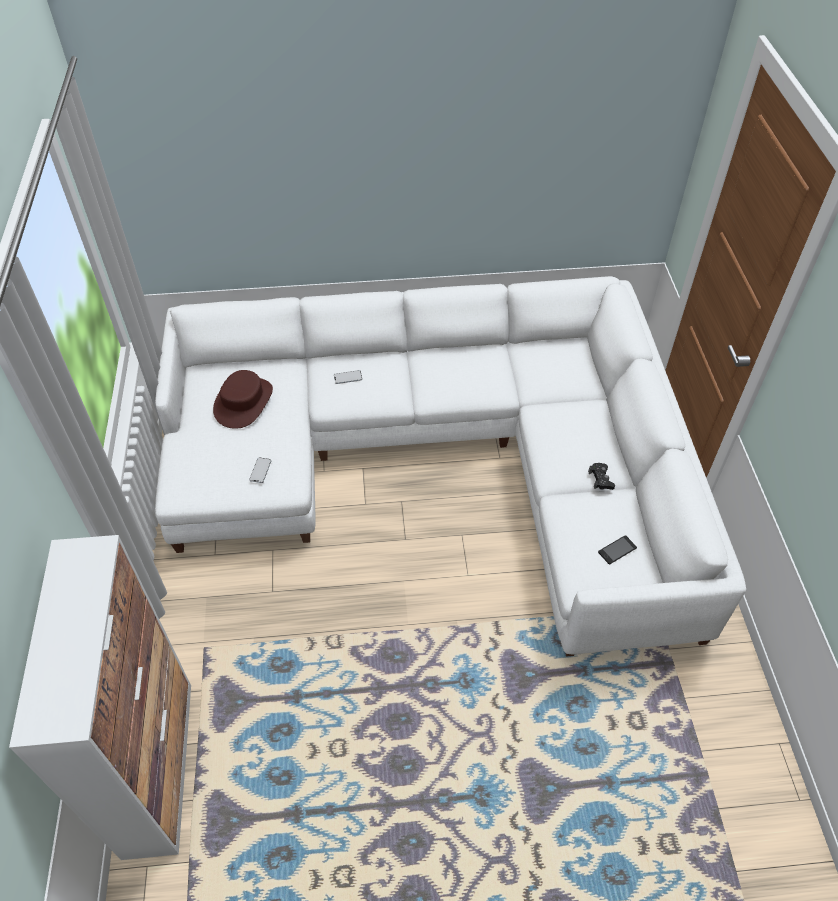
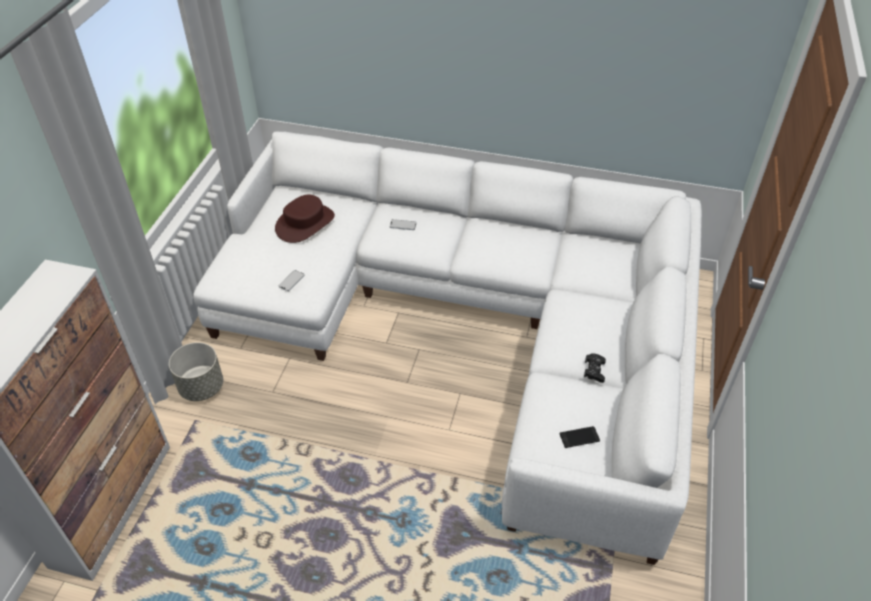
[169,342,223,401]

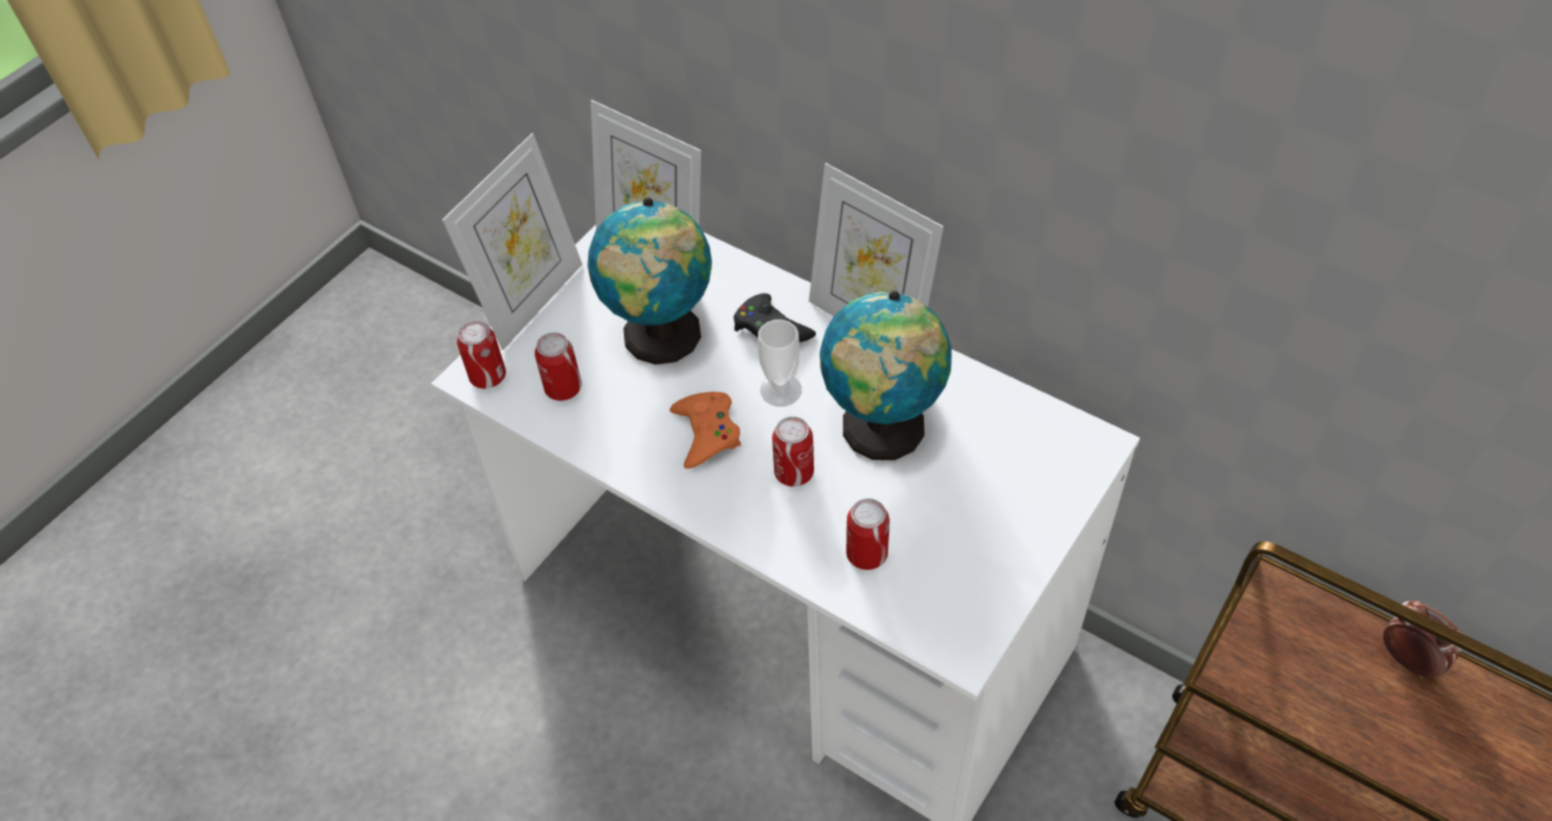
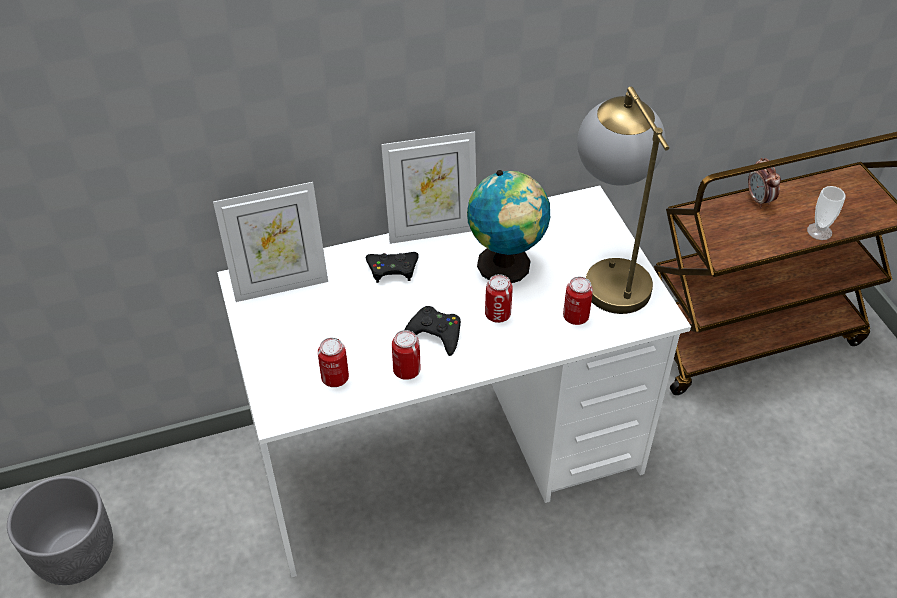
[442,133,582,350] (first image)
[588,198,712,365] (first image)
[7,476,113,585]
[577,86,669,314]
[392,330,421,380]
[807,186,845,240]
[404,306,461,356]
[748,158,781,208]

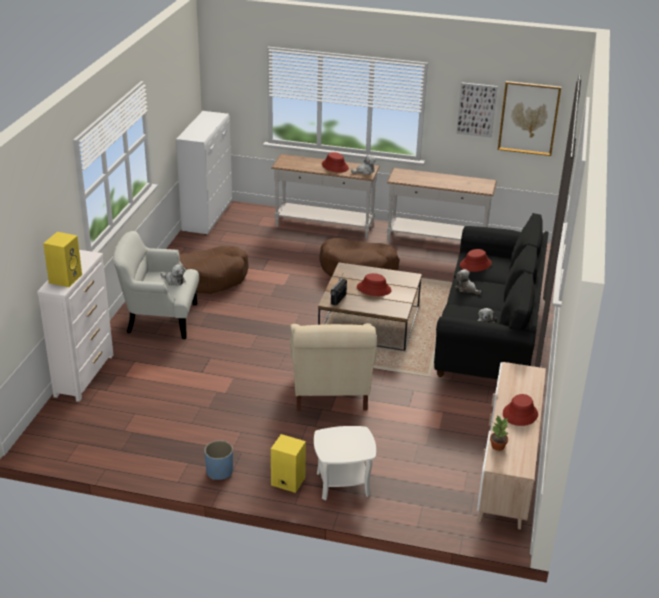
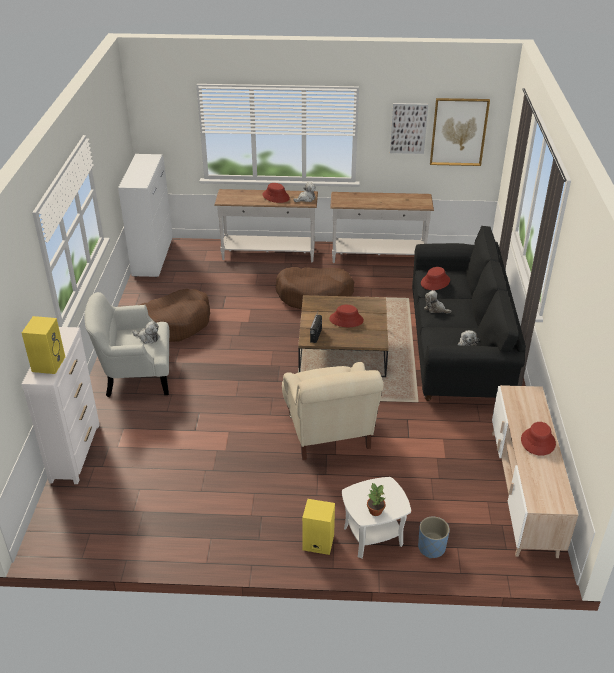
[418,517,450,559]
[367,483,386,516]

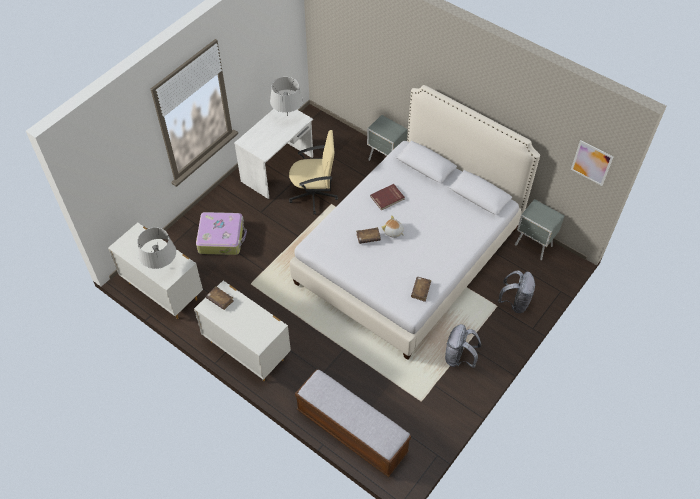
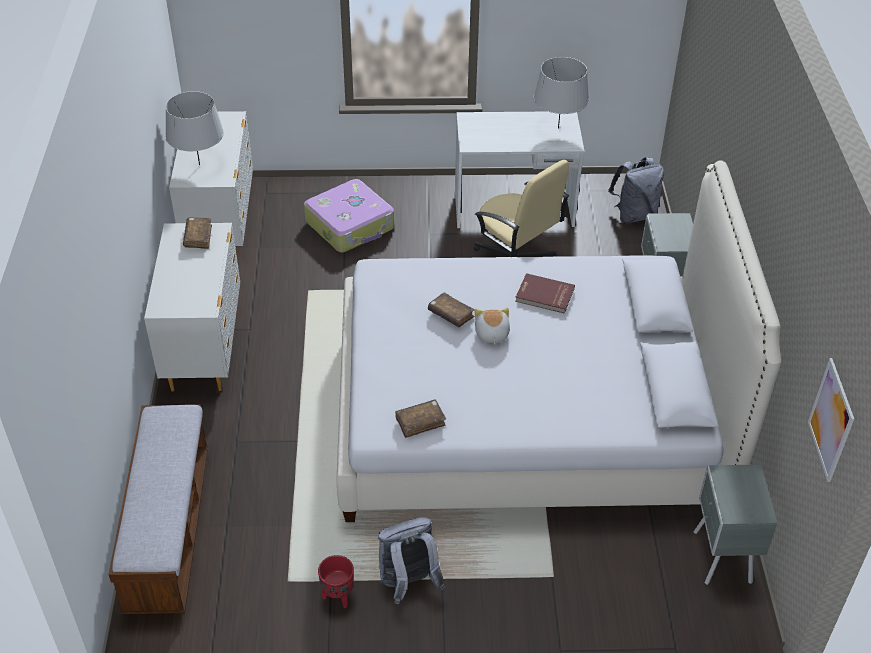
[318,555,354,608]
[608,157,664,223]

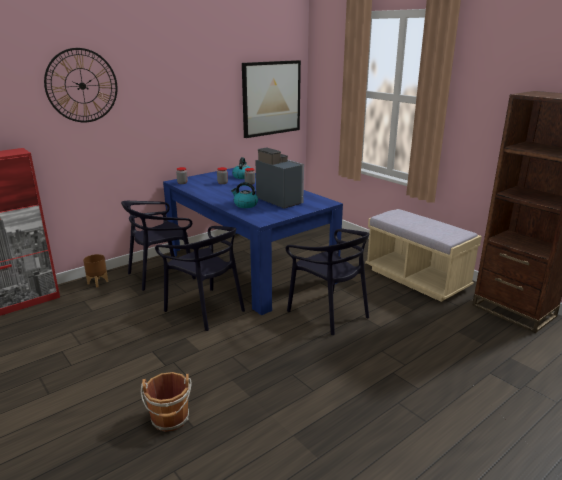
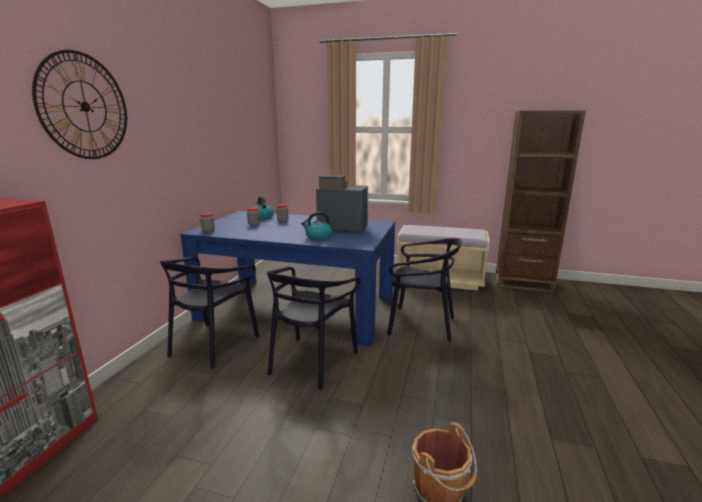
[83,254,108,287] (first image)
[242,60,301,138] (first image)
[267,267,361,390]

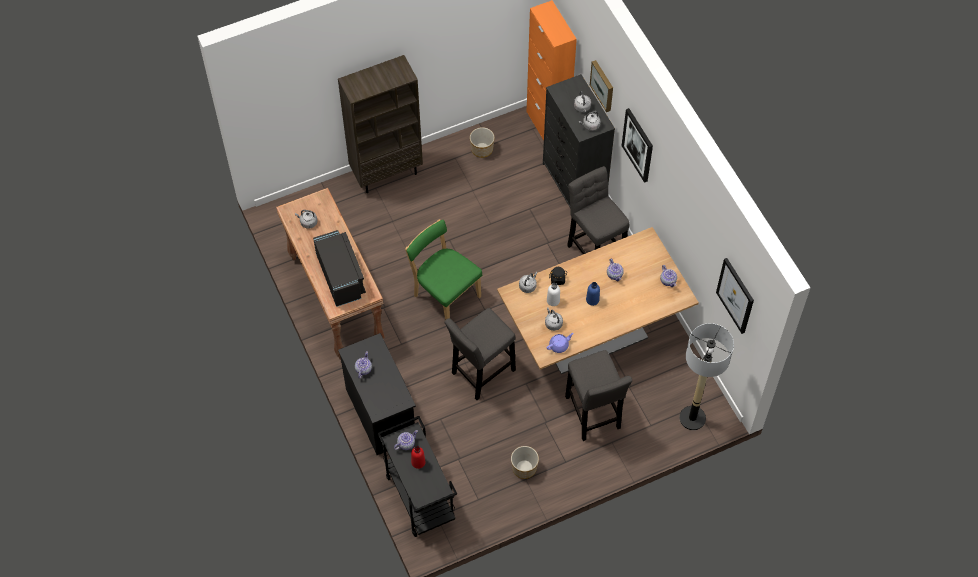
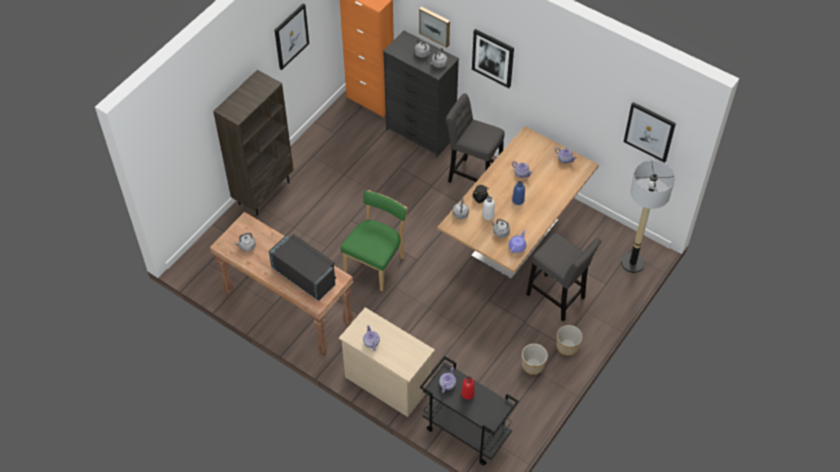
[444,308,516,400] (first image)
[275,3,309,70]
[556,325,583,356]
[339,307,435,417]
[341,190,407,291]

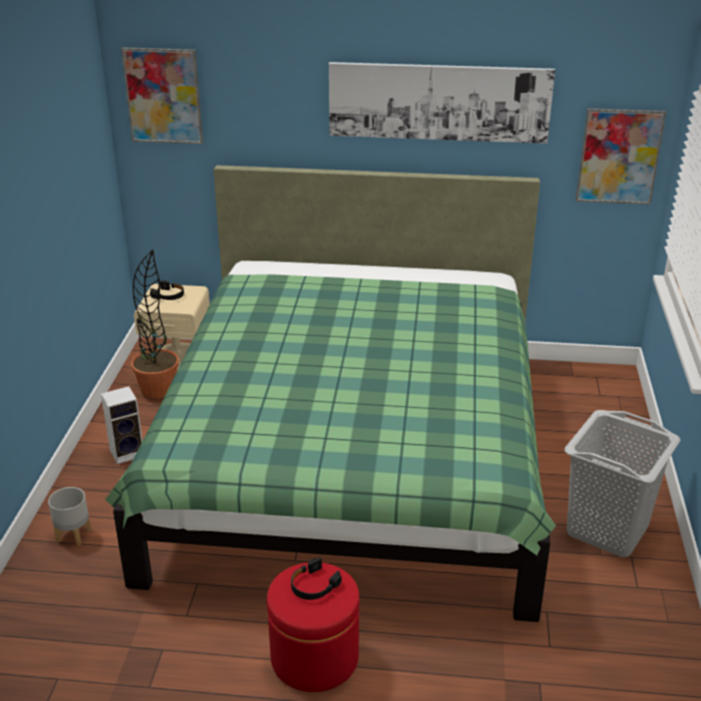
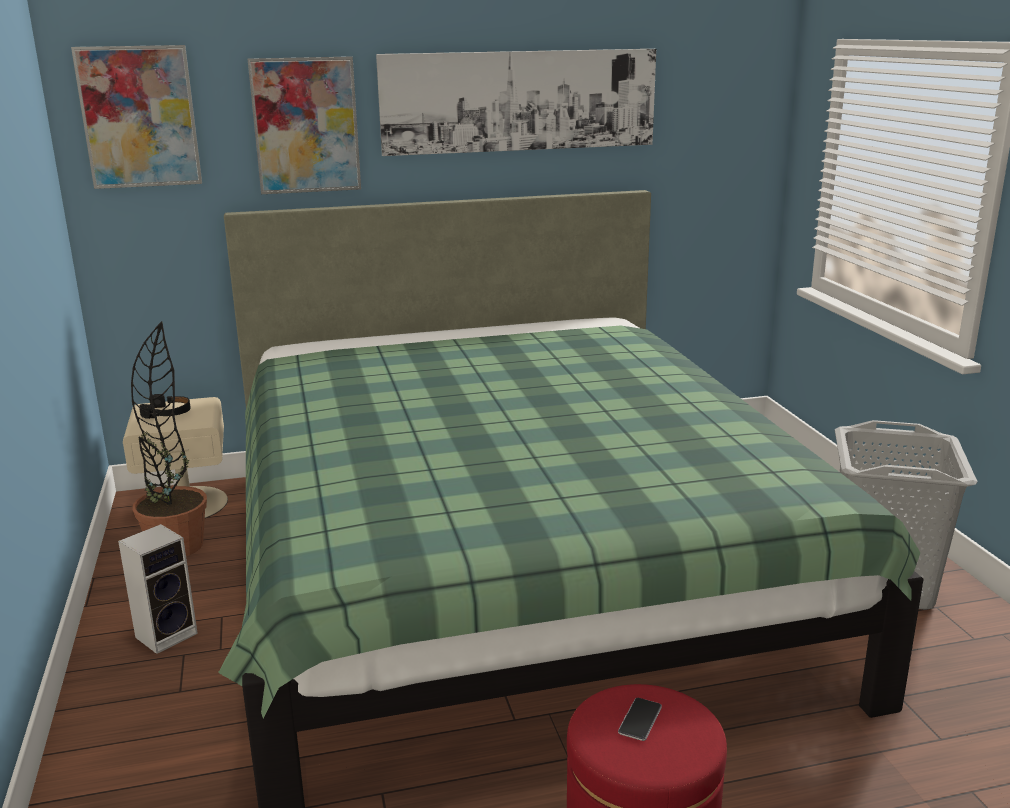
[48,487,91,546] (first image)
[248,57,361,194]
[618,698,662,741]

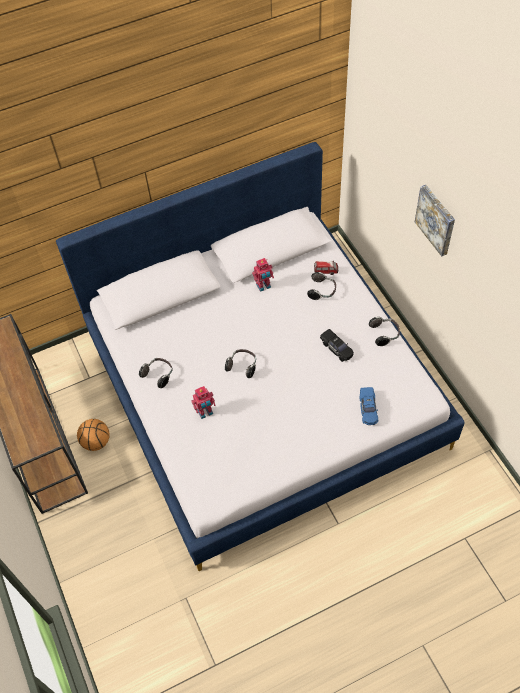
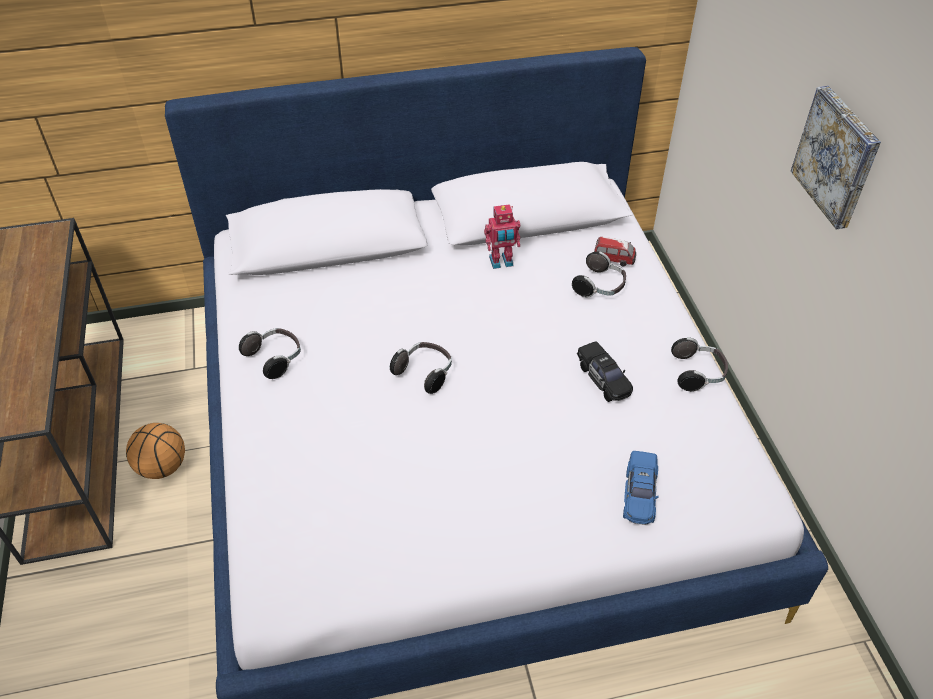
[191,386,216,419] (first image)

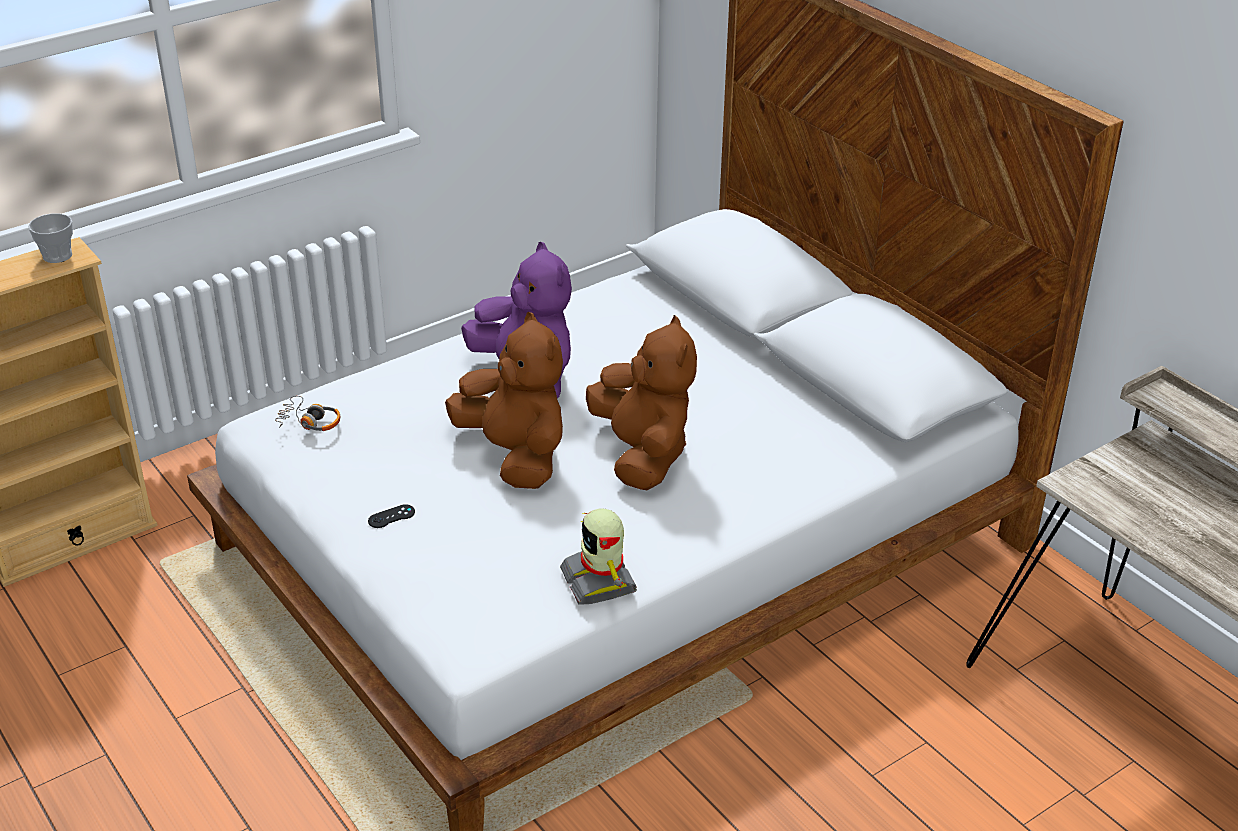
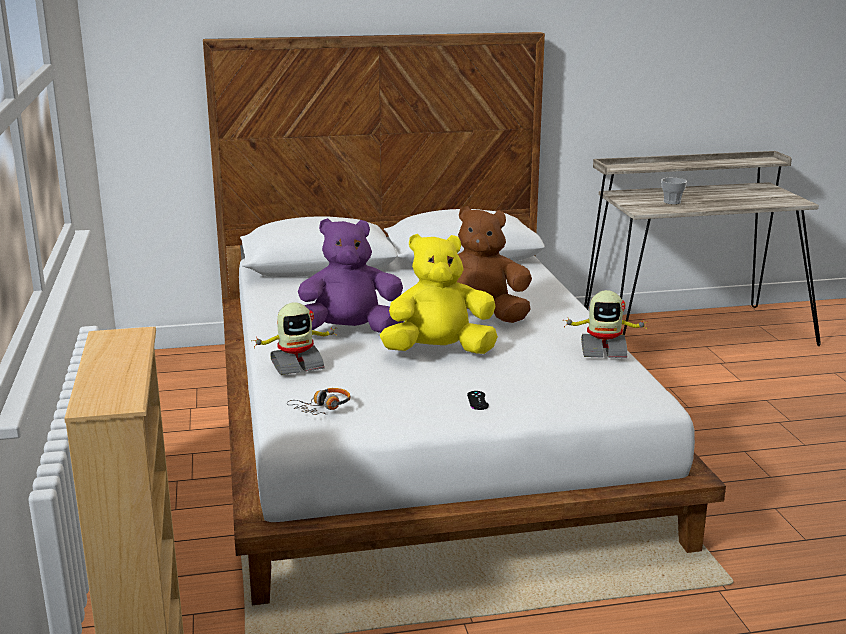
[254,303,337,375]
[661,178,687,204]
[380,234,498,354]

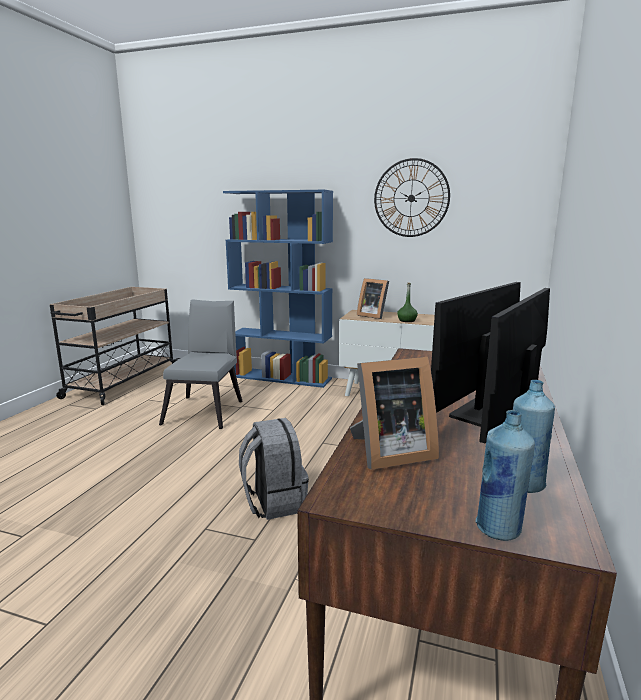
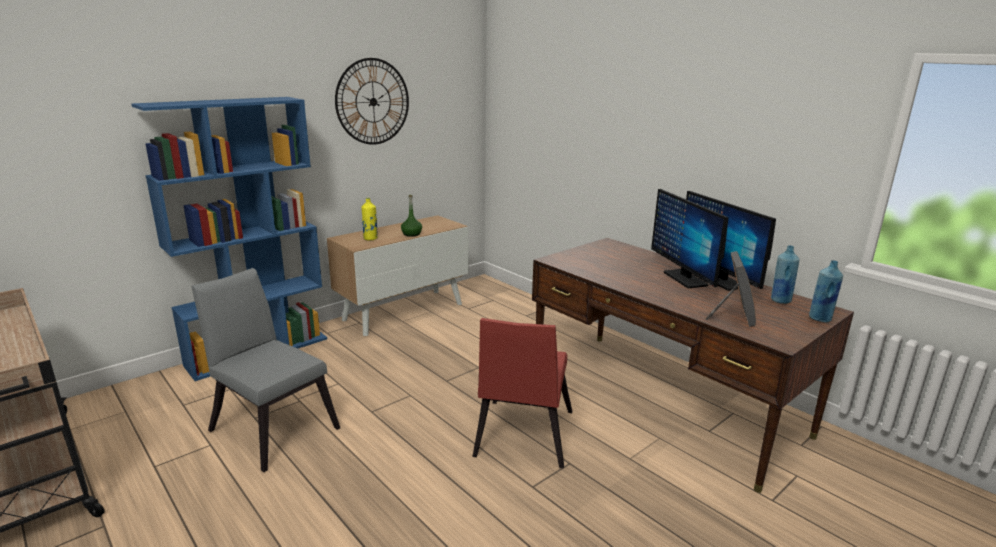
[472,318,572,468]
[361,198,378,241]

